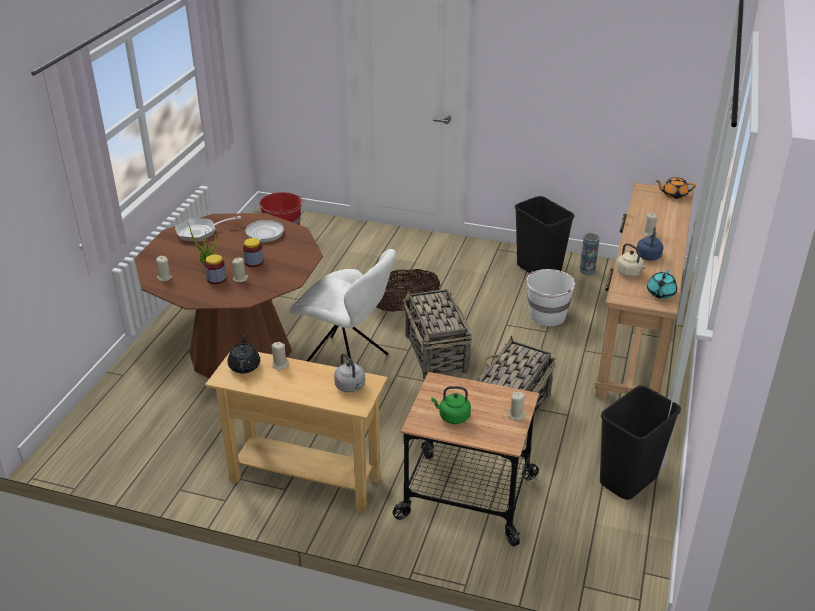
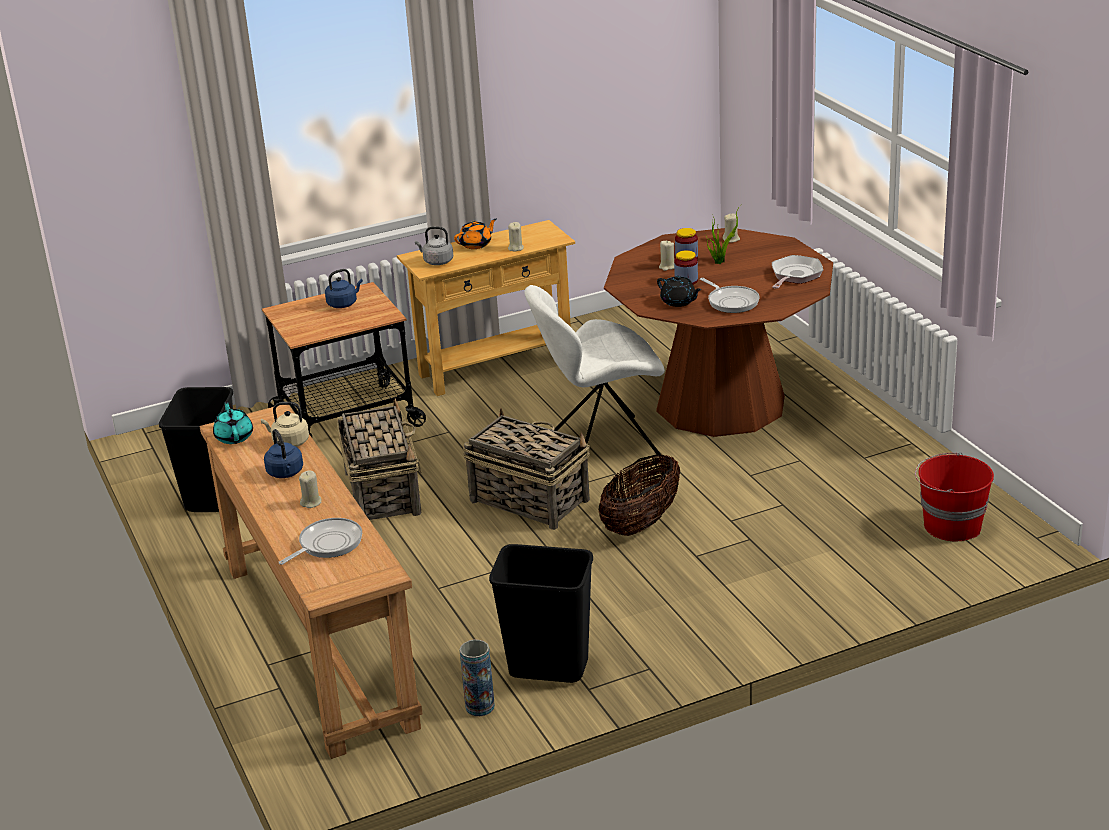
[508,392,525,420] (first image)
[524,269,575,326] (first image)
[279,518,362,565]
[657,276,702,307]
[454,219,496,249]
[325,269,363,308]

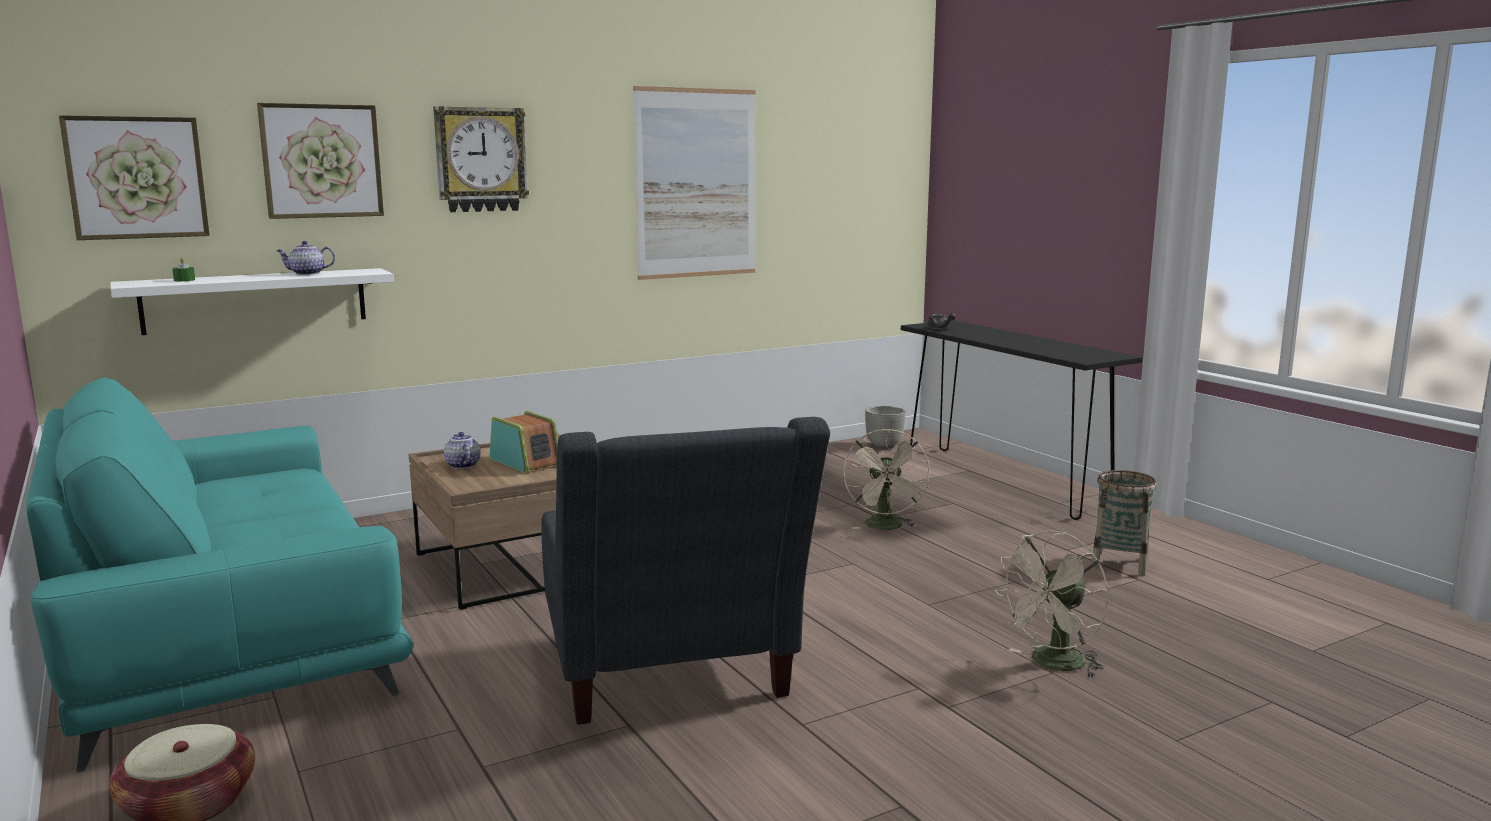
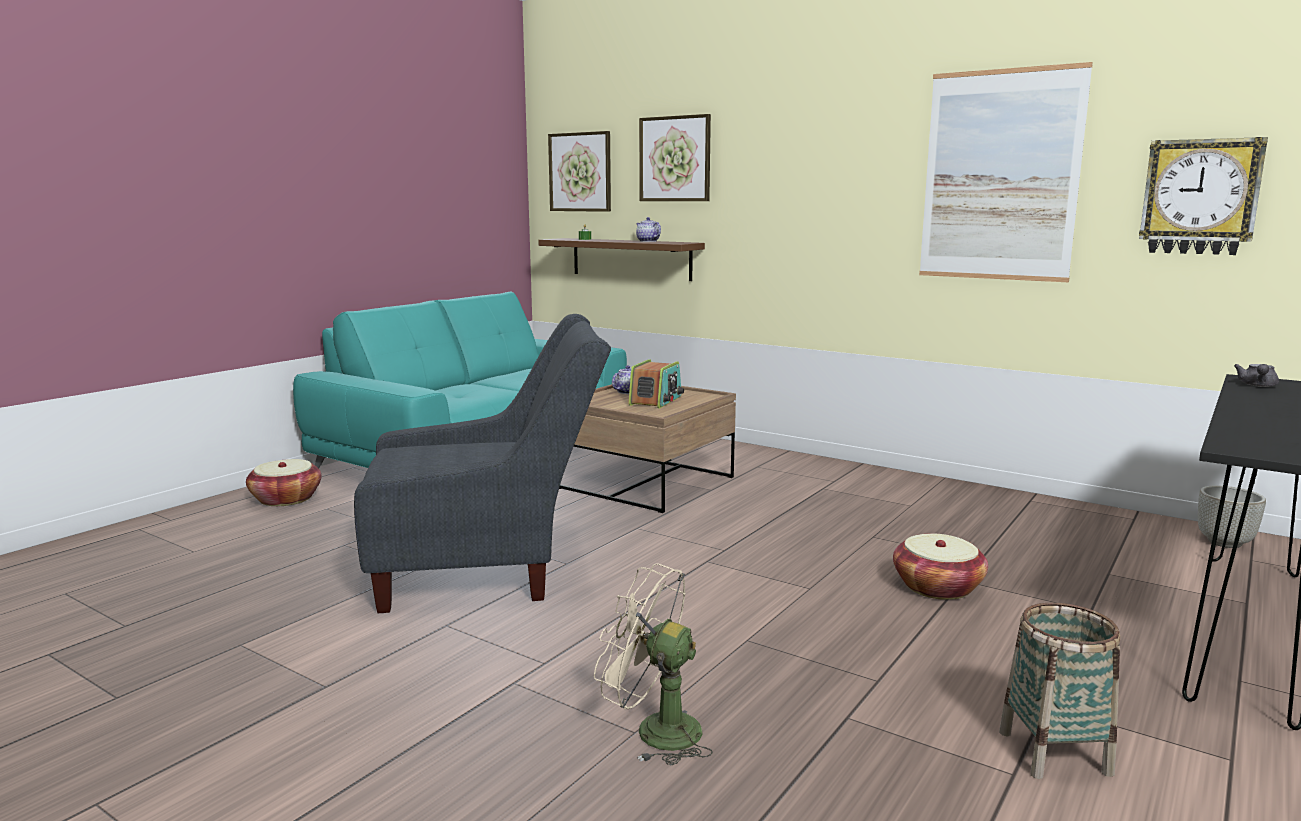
[1139,137,1268,255]
[893,534,988,600]
[538,238,705,281]
[354,314,611,613]

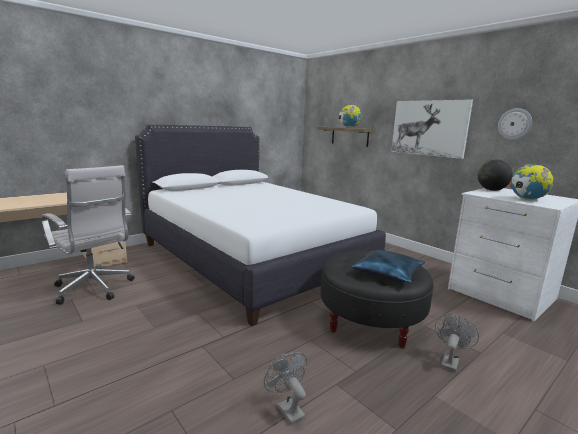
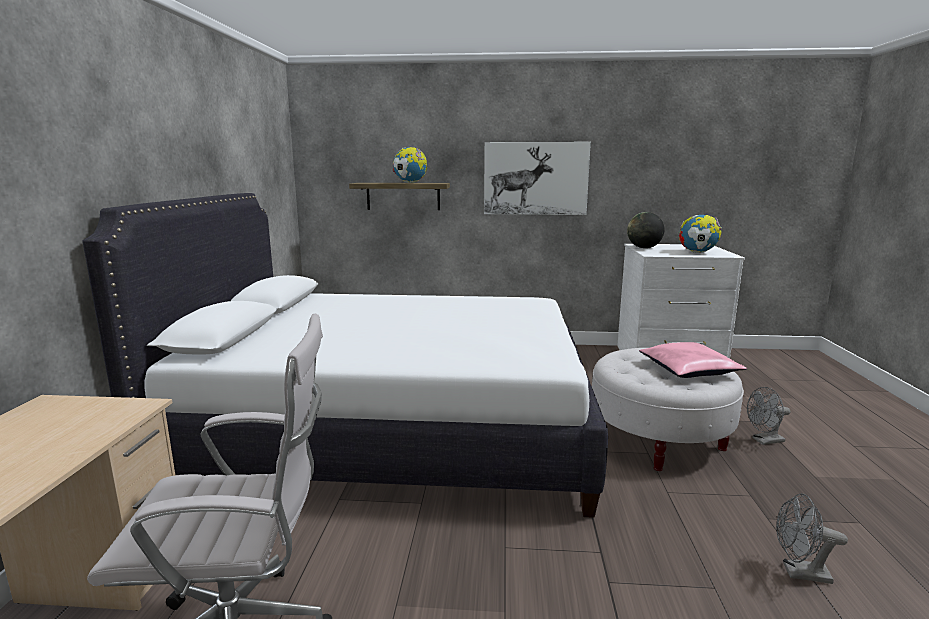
[498,108,532,140] (first image)
[592,348,744,471]
[639,342,747,378]
[747,387,791,445]

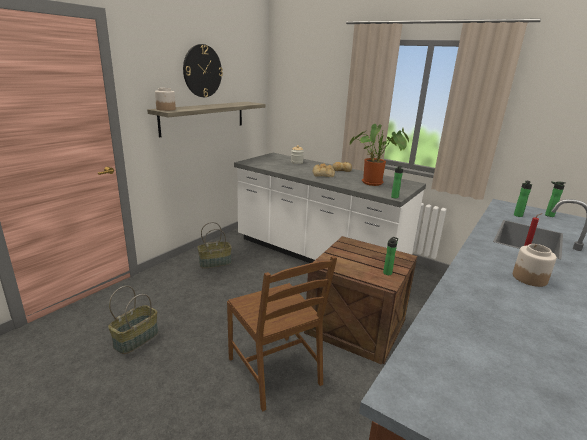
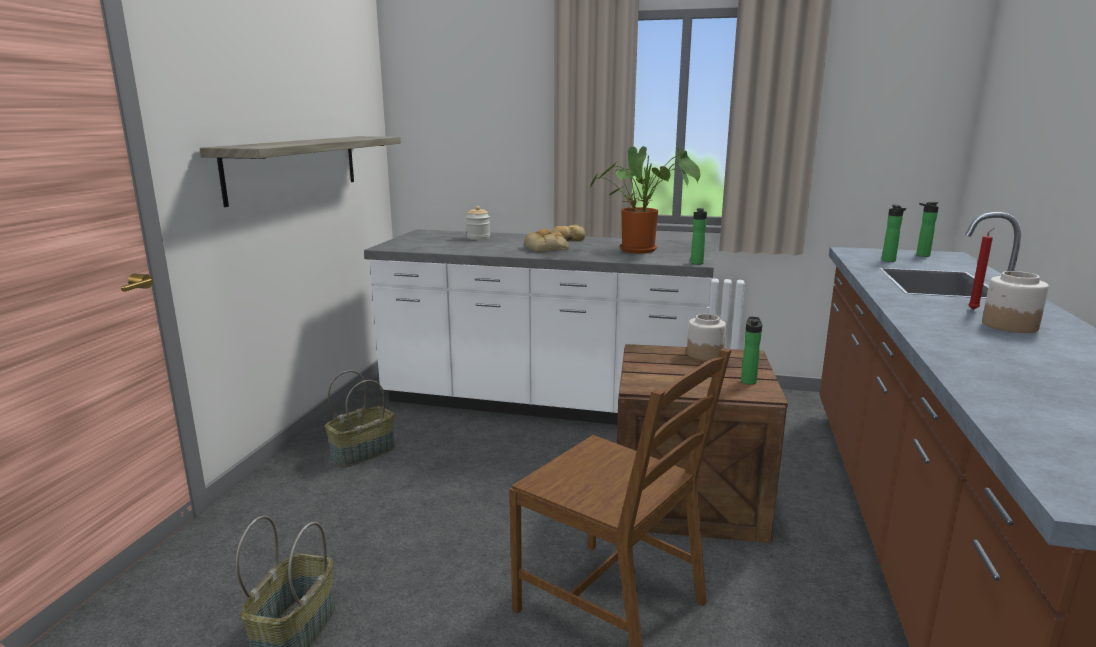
[183,44,223,97] (first image)
[687,314,726,361]

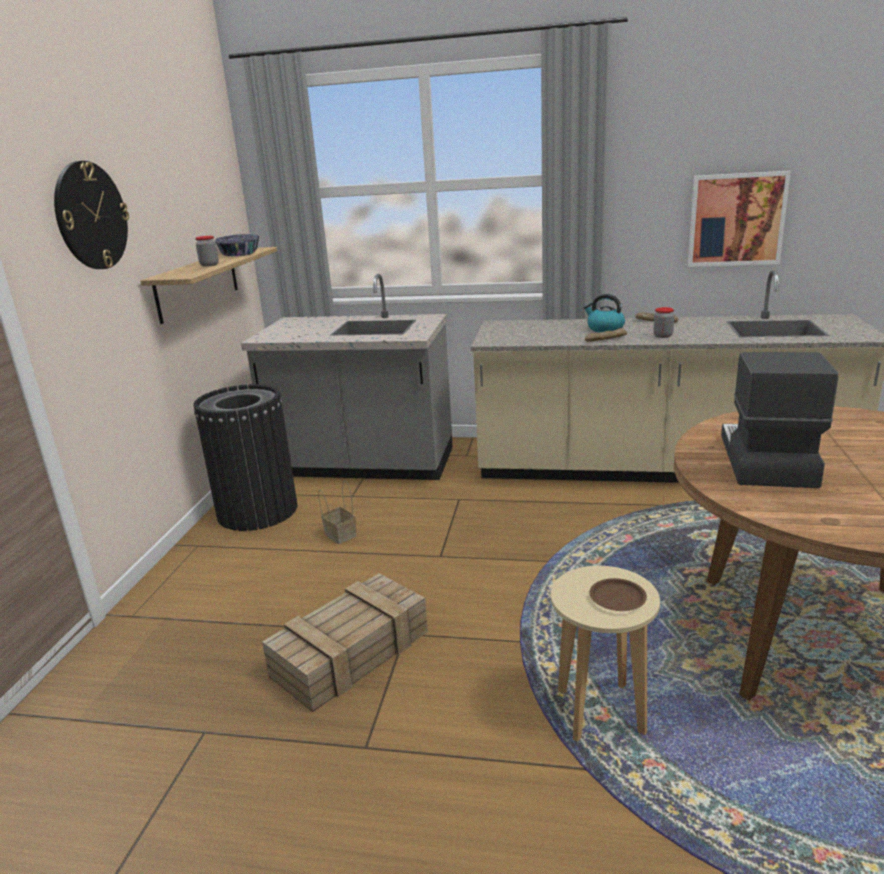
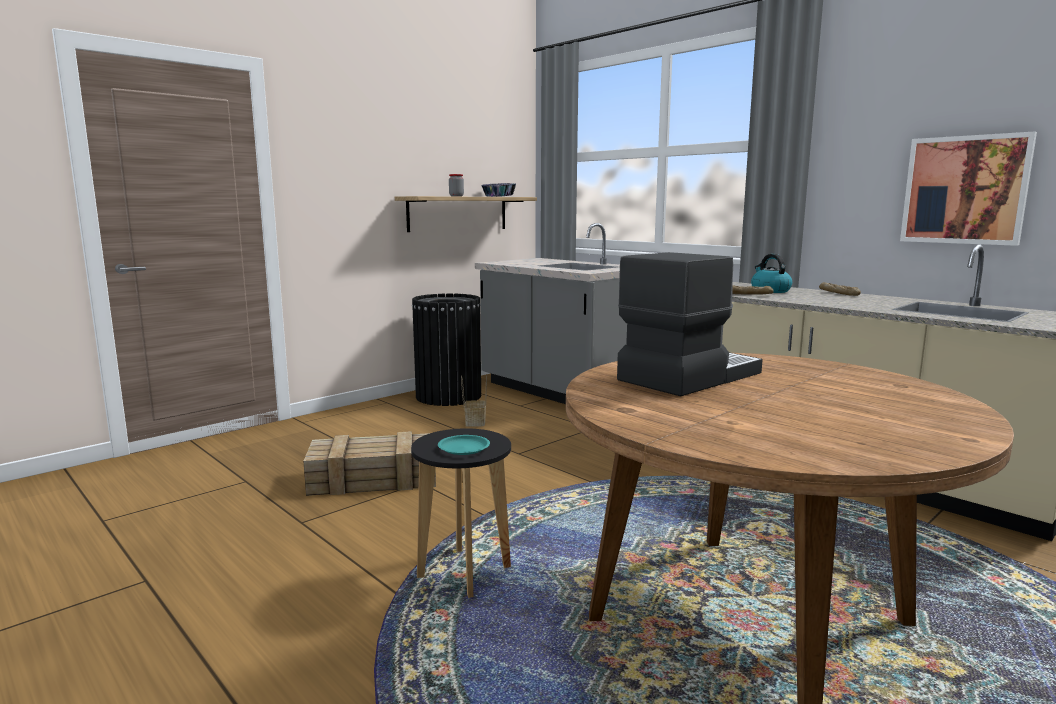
[54,161,129,269] (first image)
[653,307,674,338] (first image)
[411,428,511,598]
[438,435,490,455]

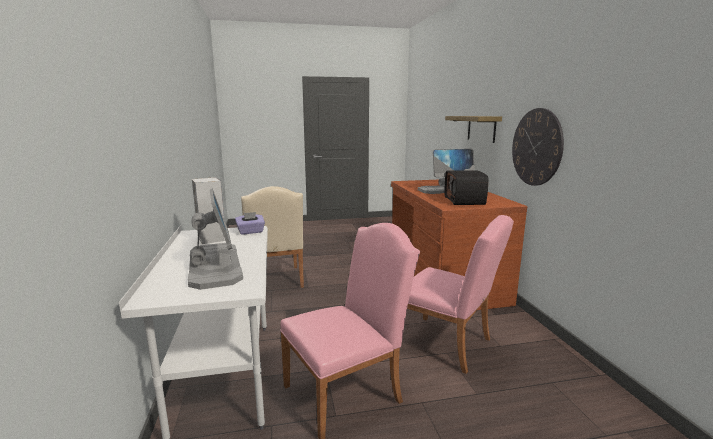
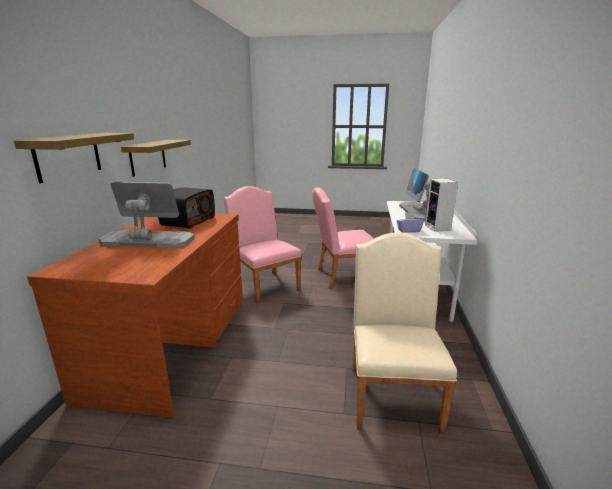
[121,140,191,177]

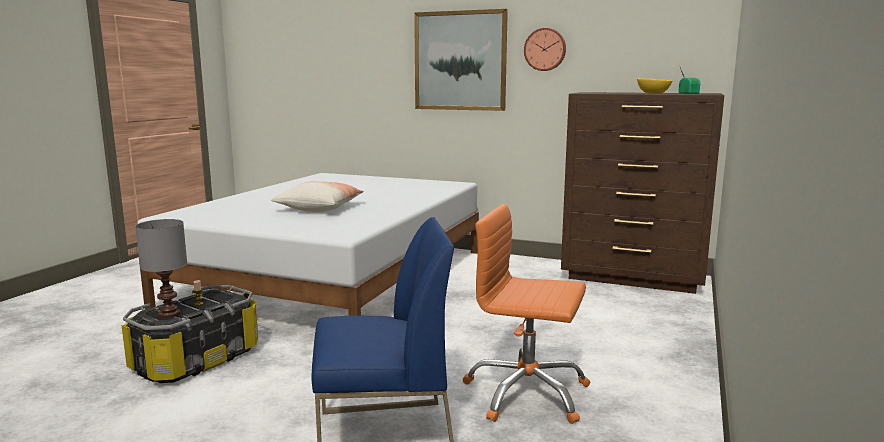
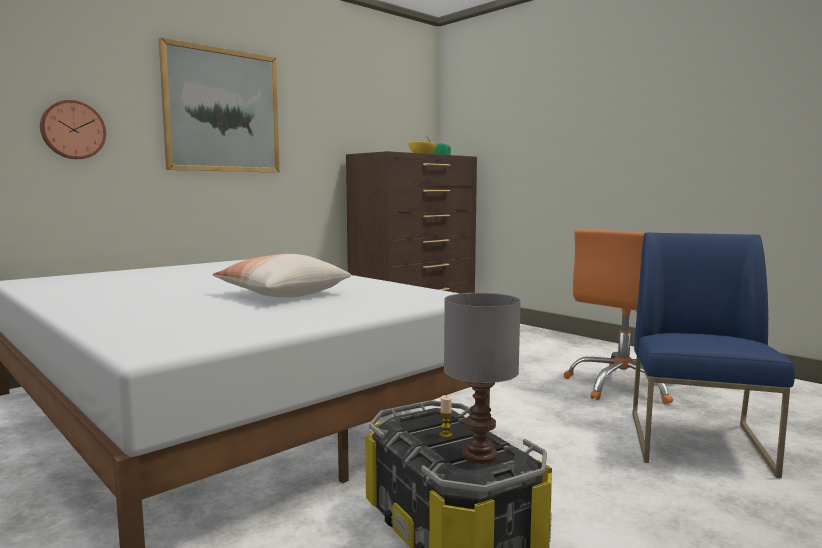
[40,100,106,159]

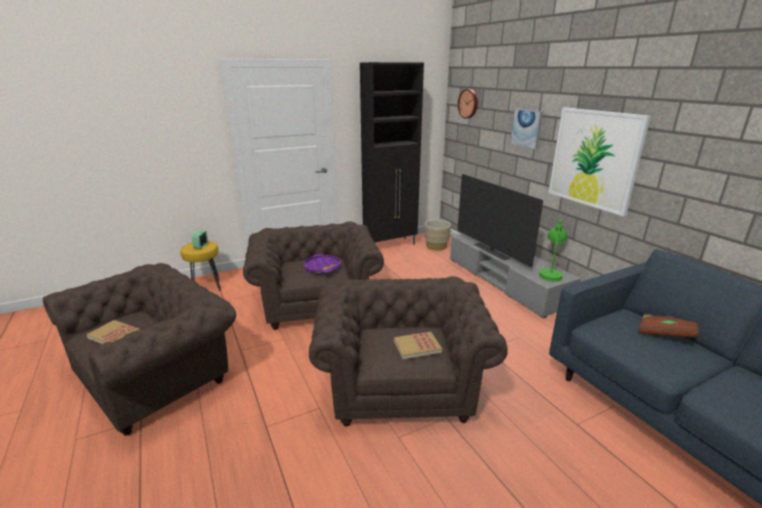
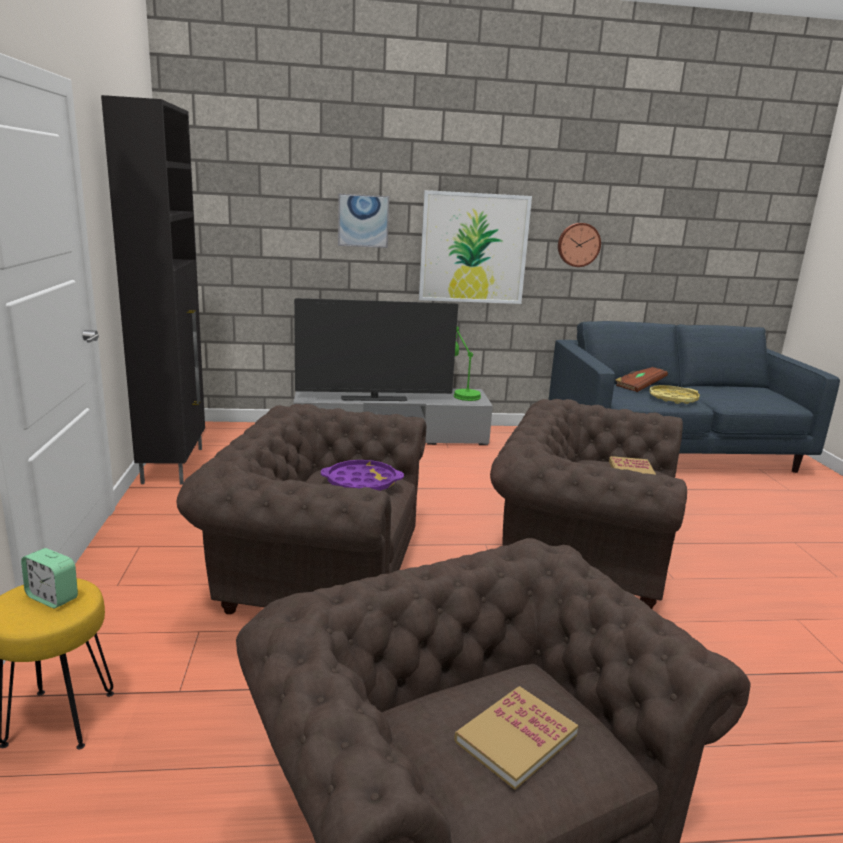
[425,220,451,251] (first image)
[649,385,700,404]
[558,223,601,267]

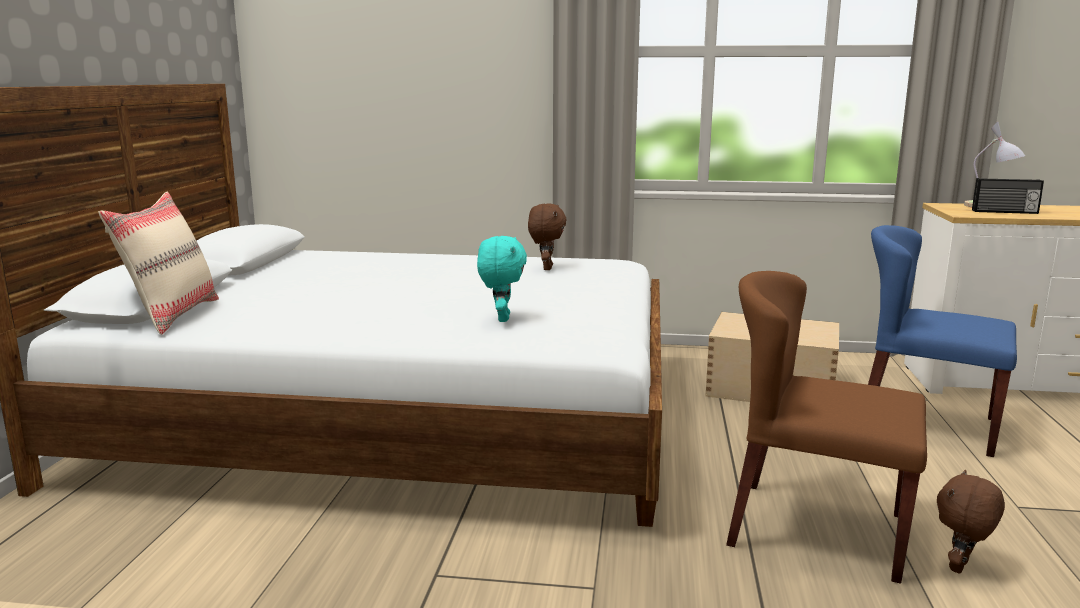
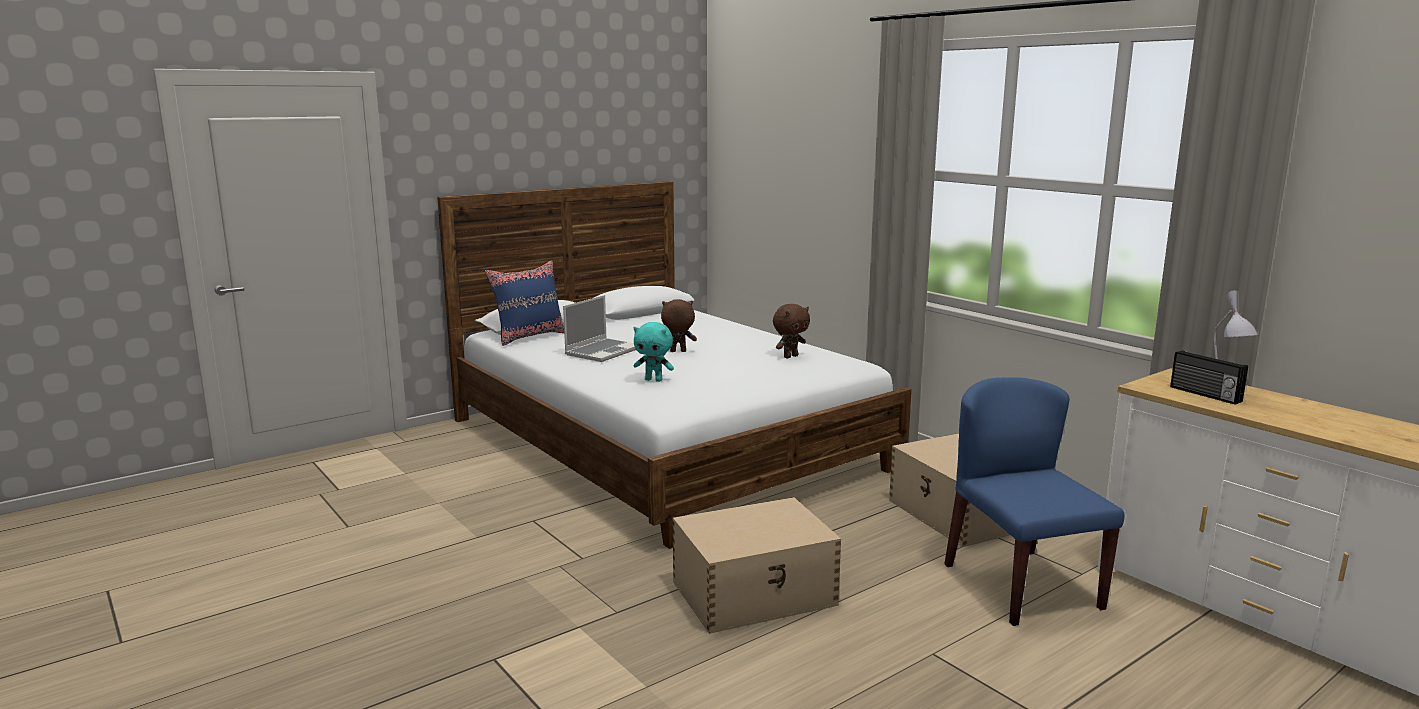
[563,295,636,362]
[661,299,697,352]
[672,497,841,634]
[484,261,564,346]
[633,322,674,382]

